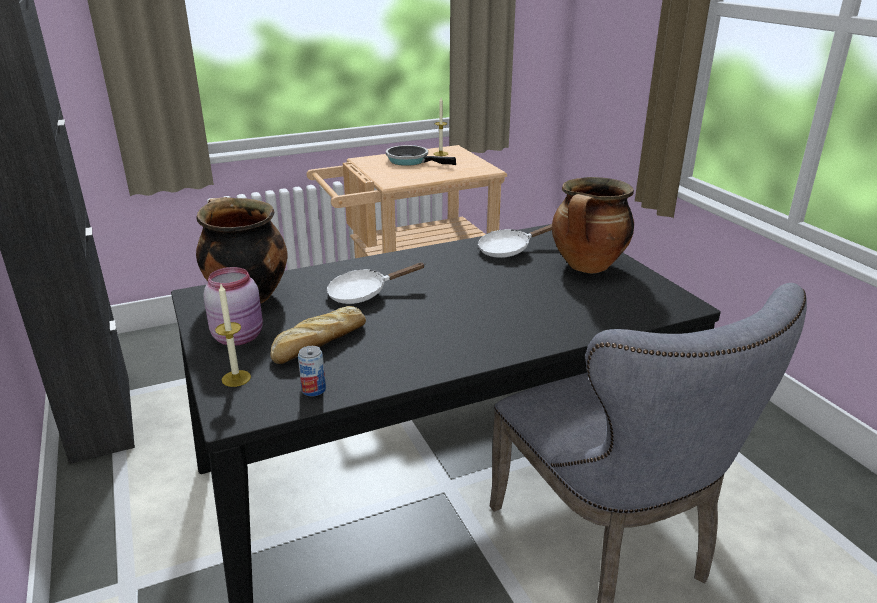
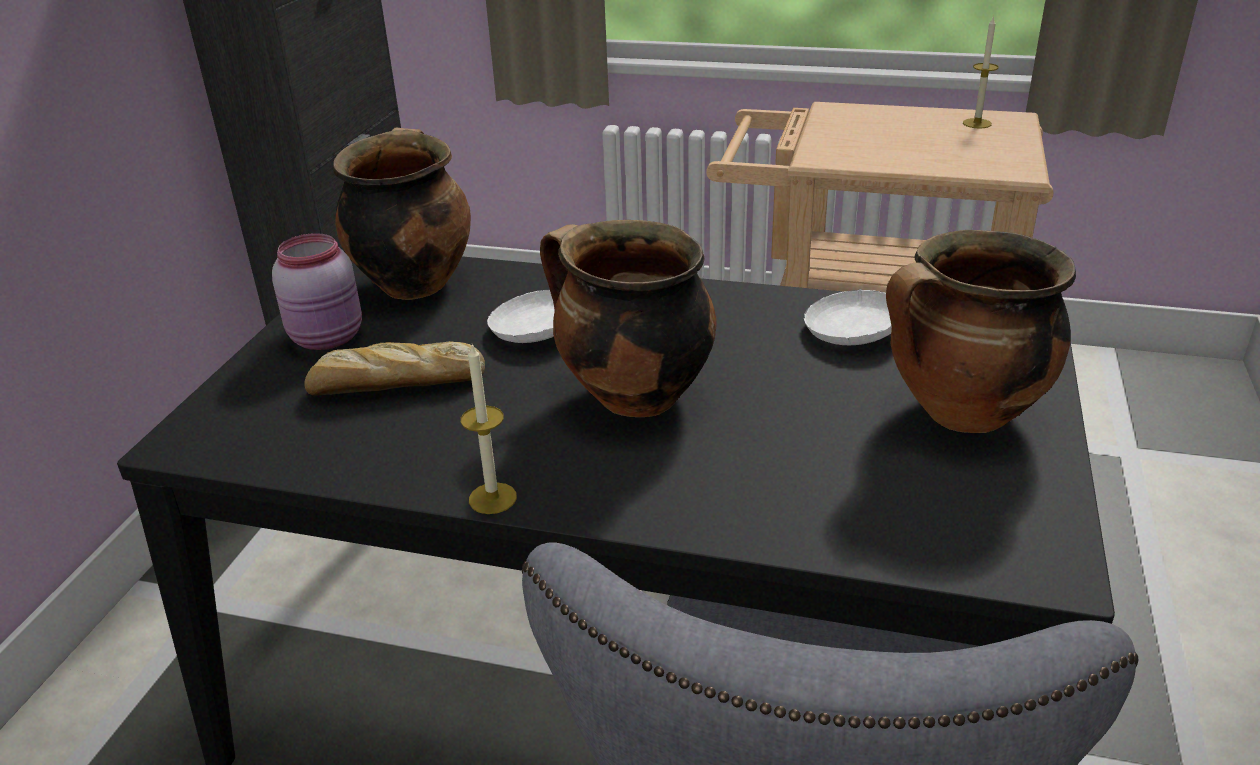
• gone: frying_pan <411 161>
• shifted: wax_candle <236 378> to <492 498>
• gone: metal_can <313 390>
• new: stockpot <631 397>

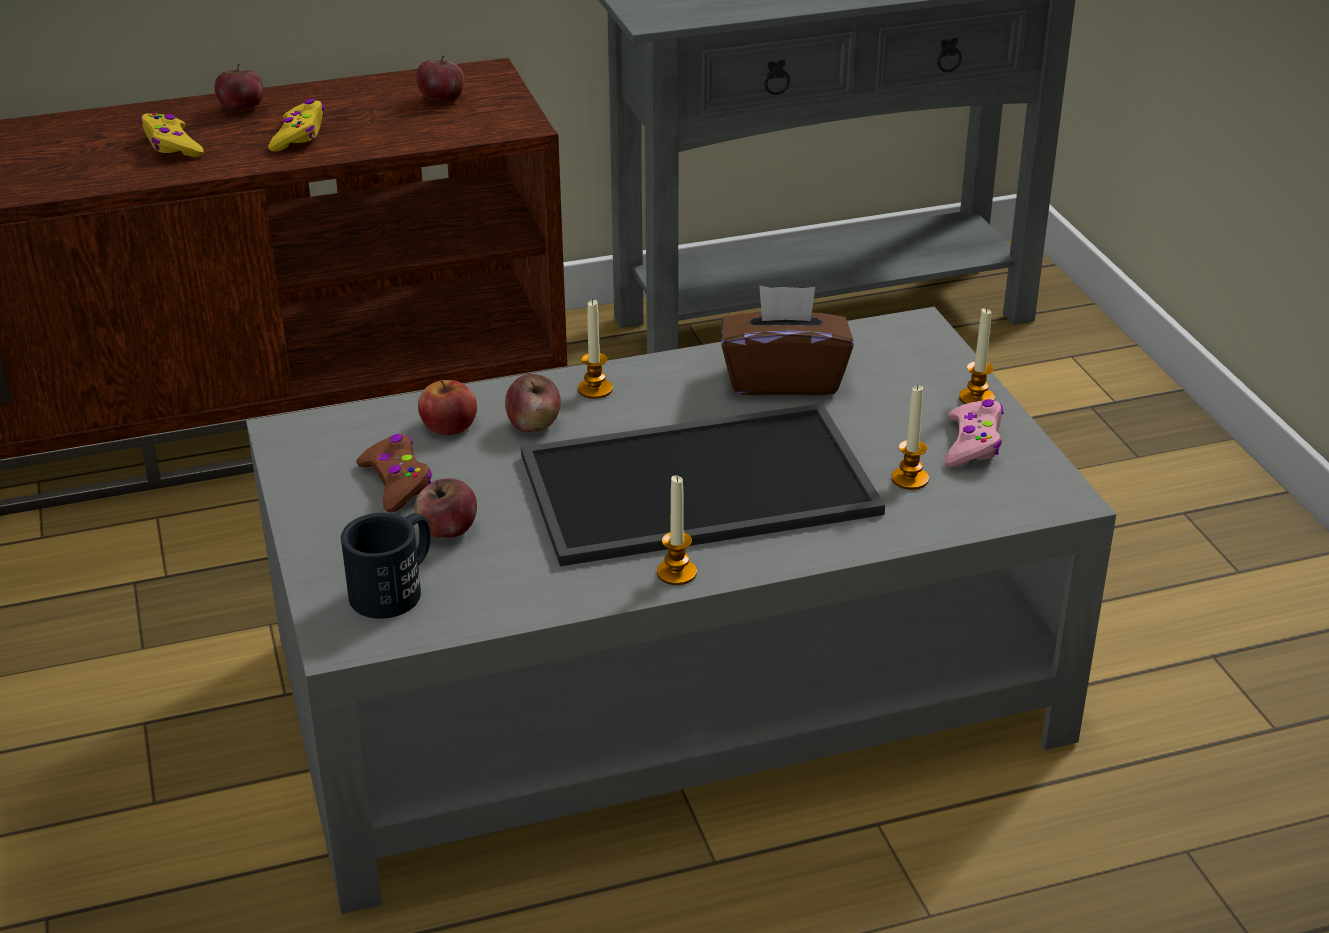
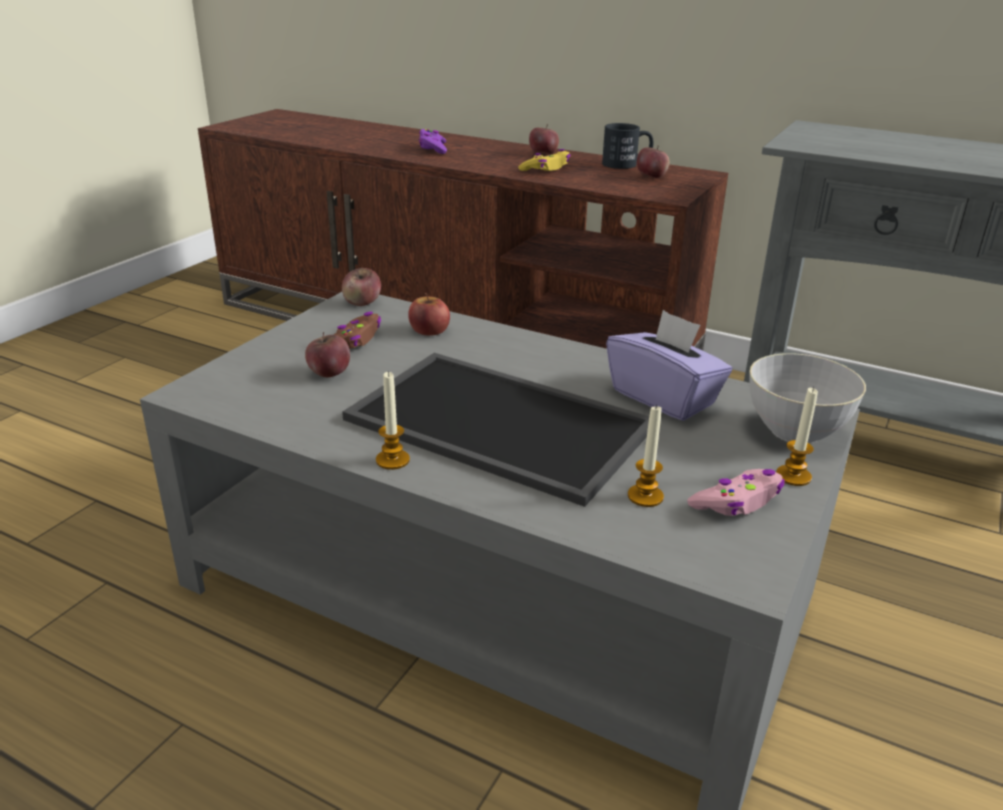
• gone: yellow-coloured_joypad <172 145>
• repainted: brownish_tissue_box <783 379> to purple_tissue_box <664 397>
• gone: wax_candle <595 389>
• shifted: apple <534 424> to <362 303>
• shifted: blackish_coffee_mug <396 587> to <626 164>
• new: purple_joypad <432 148>
• new: gray_bowl <795 430>

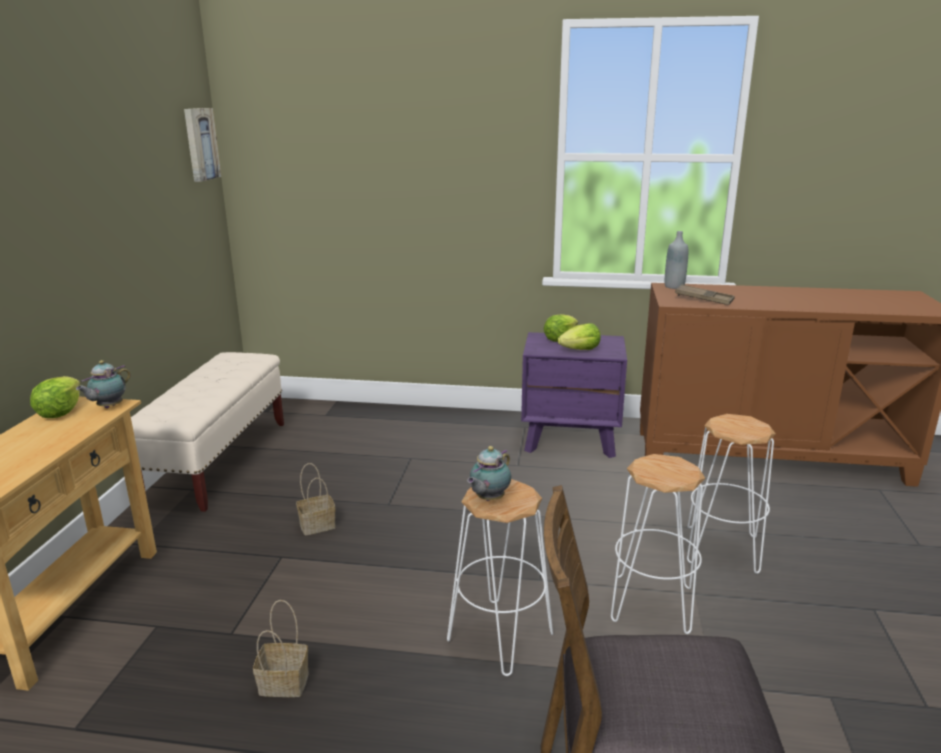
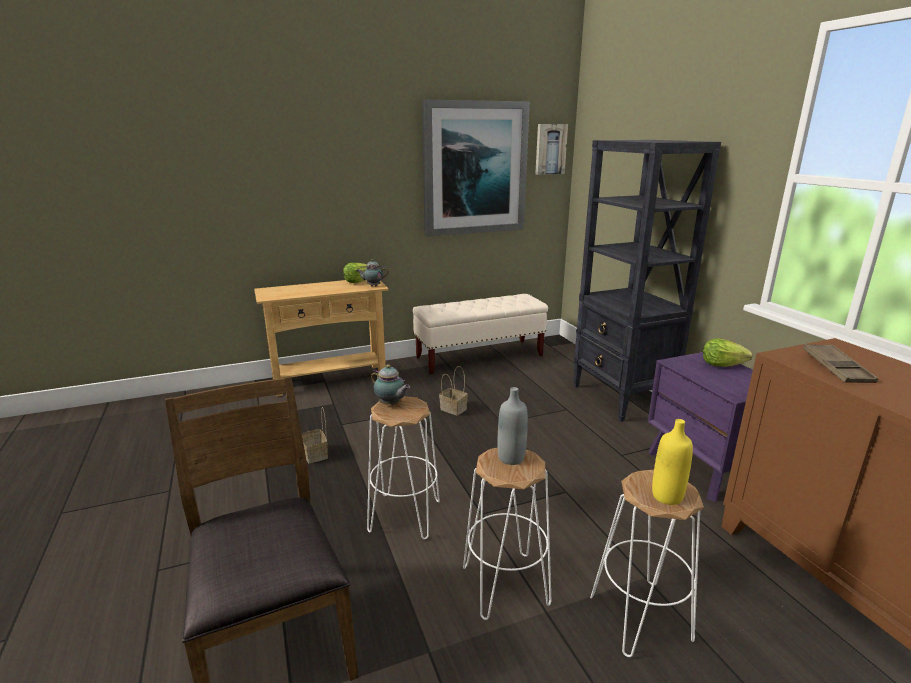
• shifted: gray_beverage_bottle <674 286> to <511 458>
• gone: head_of_lettuce <580 350>
• rotated: pot_for_tea <488 499> = <391 404> 150 degrees counterclockwise
• new: picture <474 168>
• new: blackish_bookcase <621 398>
• new: yellow-coloured_beverage_bottle <667 496>

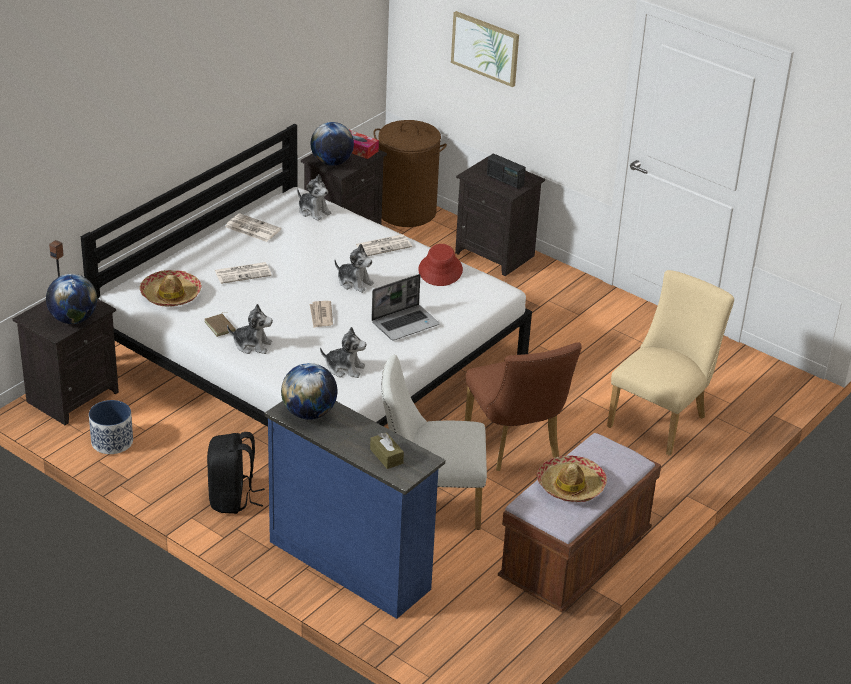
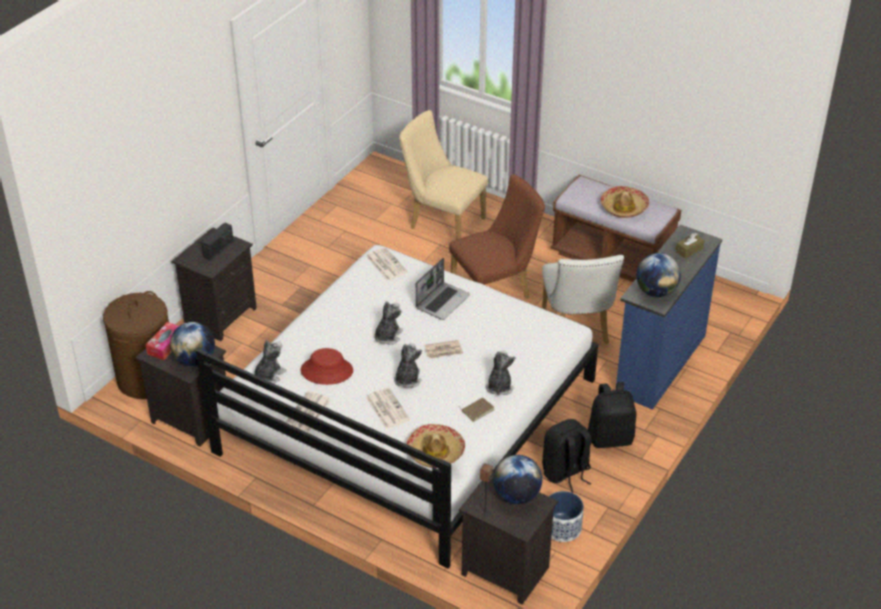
• gone: picture <485 48>
• shifted: daily_paper <384 245> to <386 264>
• shifted: reddish_clothing_hat <440 270> to <327 370>
• rotated: portable_computer <405 323> = <442 301> 75 degrees clockwise
• shifted: soft_toy <344 368> to <407 379>
• new: blackish_backpack <566 473>

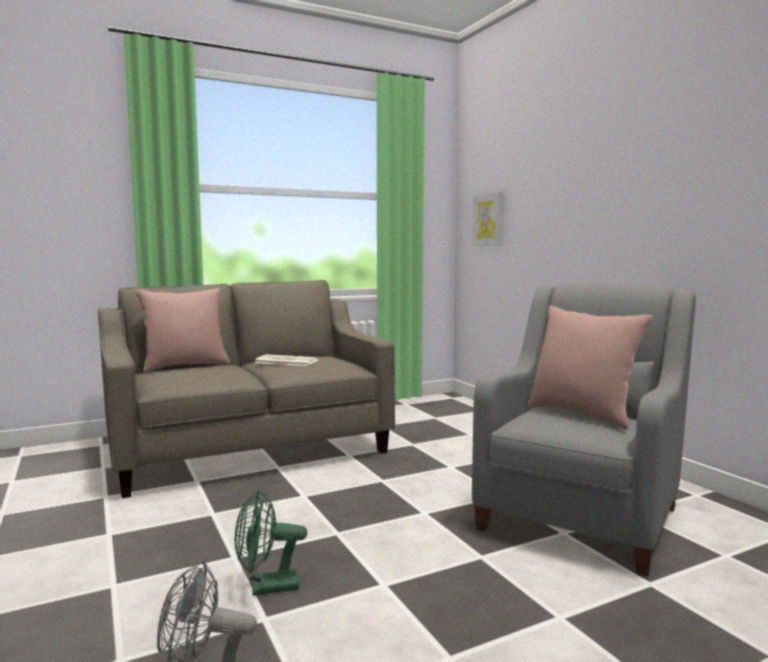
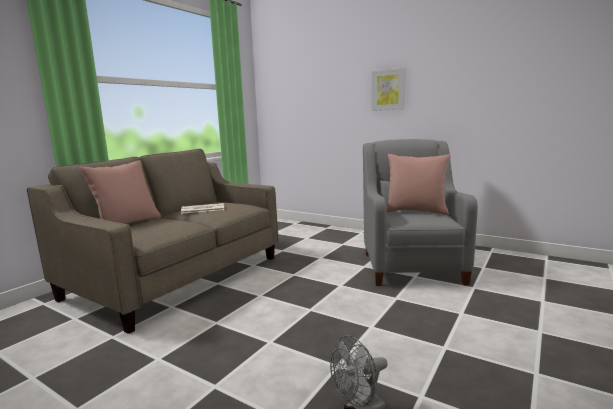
• shifted: picture <488 219> to <388 90>
• gone: green_fan <266 587>

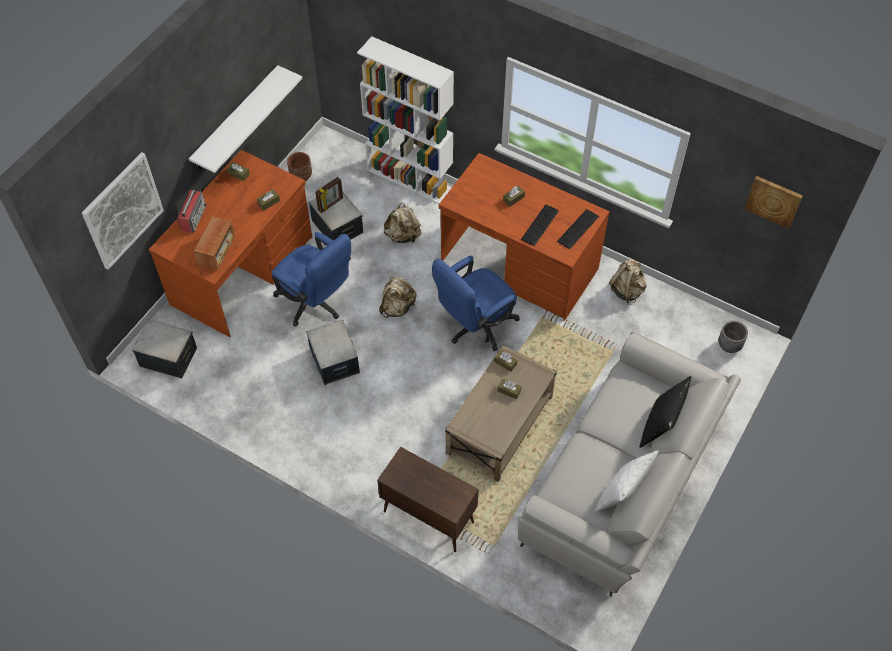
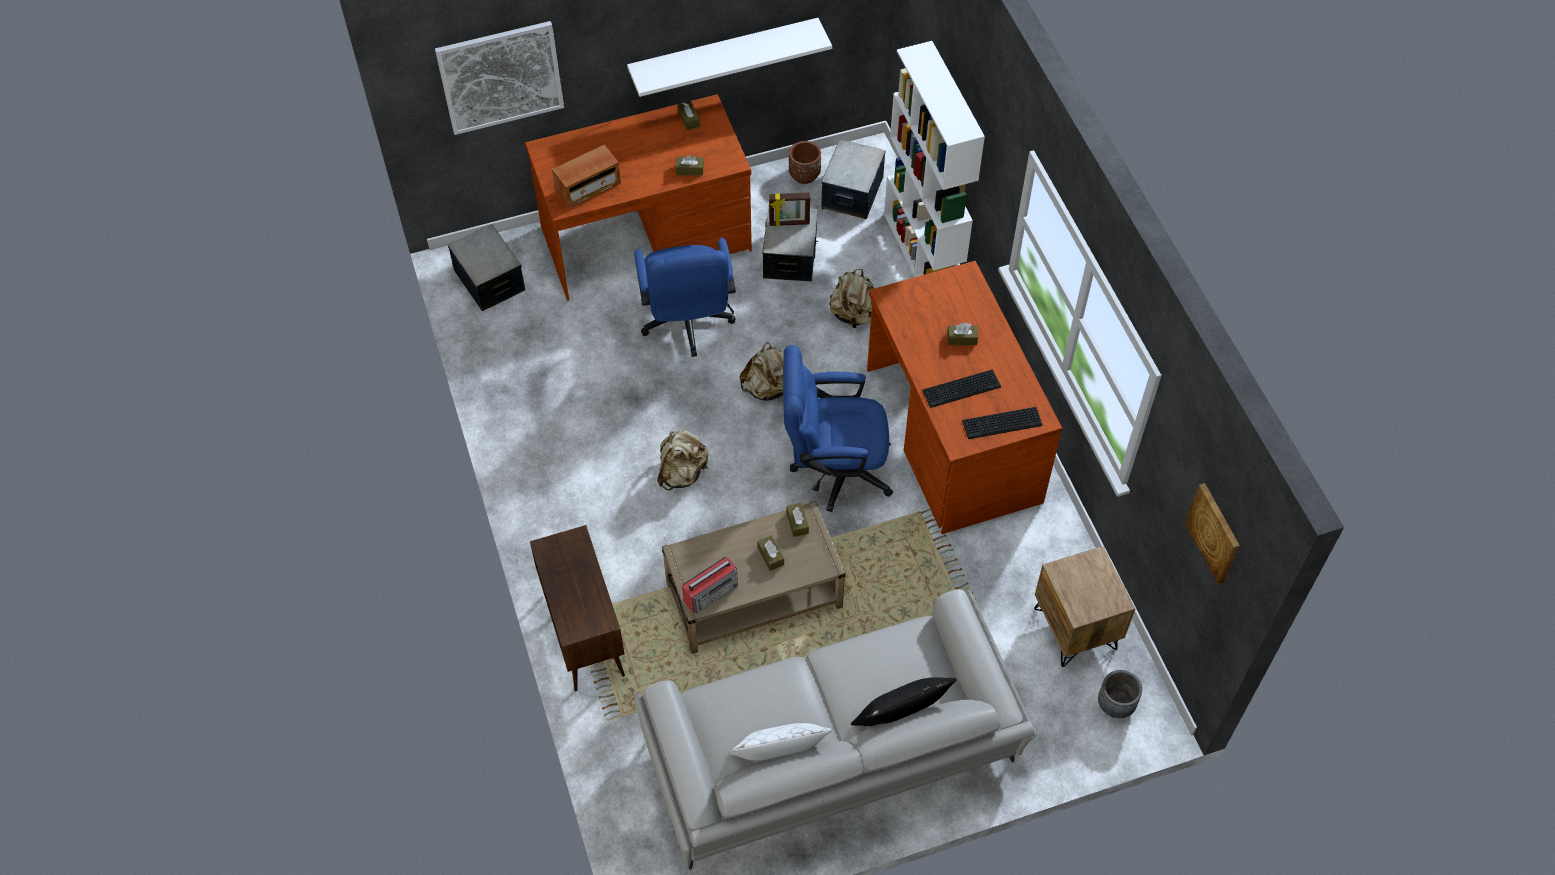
• shifted: radio_receiver <194 217> to <711 592>
• shifted: beige-coloured_backpack <627 290> to <682 473>
• shifted: storage_box <334 361> to <851 193>
• new: brownish_bedside_table <1076 628>

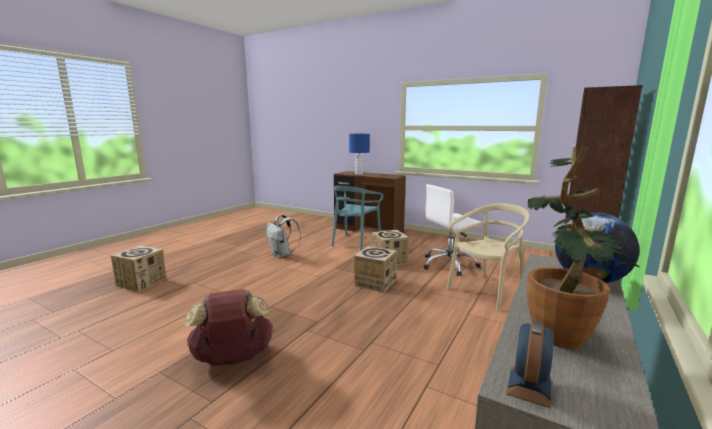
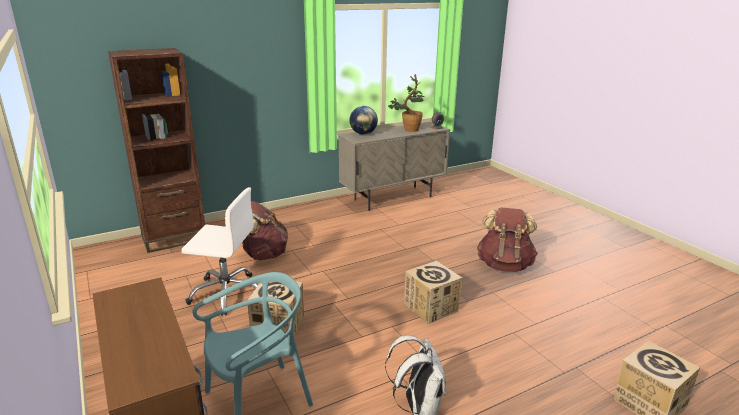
• gone: blue-coloured_lamp_for_a_table <359 173>
• swapped: beige-coloured_upright_chair <487 291> to brownish_backpack <262 254>
• shifted: cardboard_box <375 283> to <431 307>

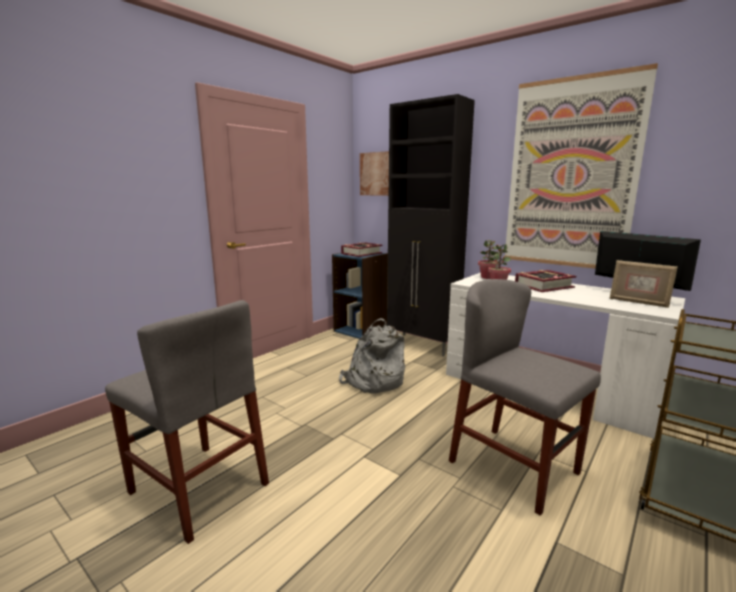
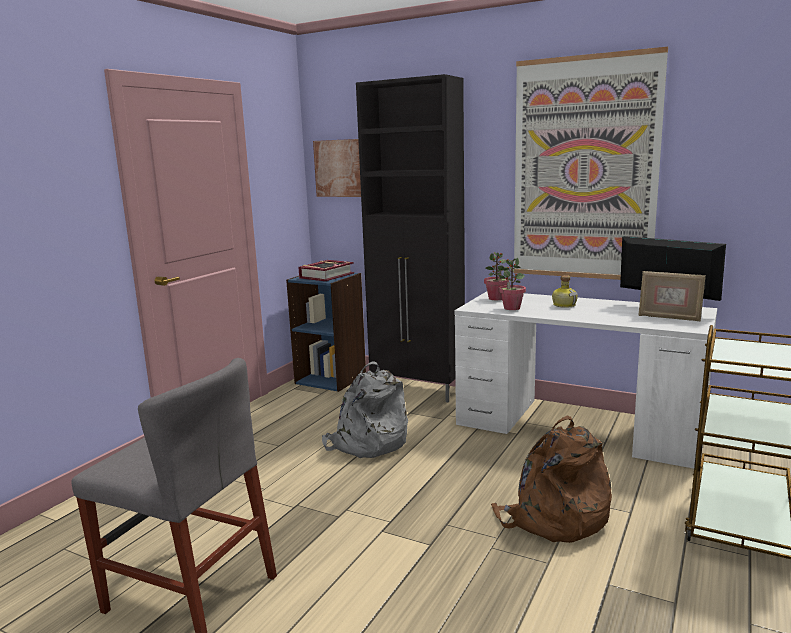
• swapped: bound_book <543 286> to beverage_bottle <564 305>
• swapped: gray_upright_chair <513 467> to brownish_backpack <553 518>

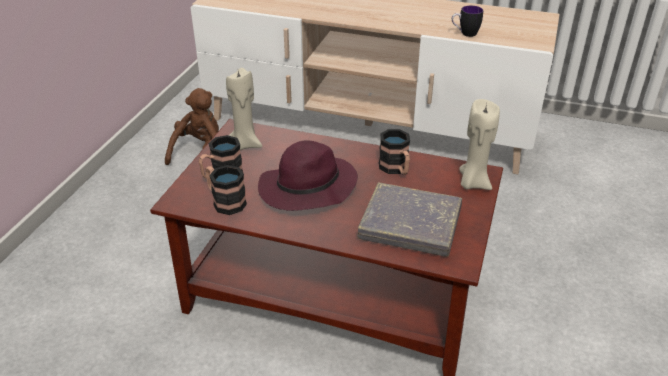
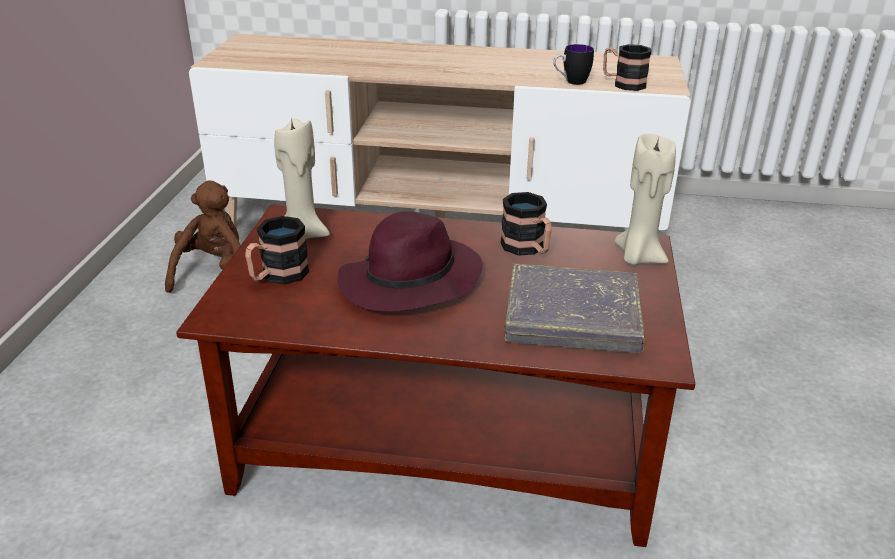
• shifted: coffee_mug <225 201> to <623 84>

